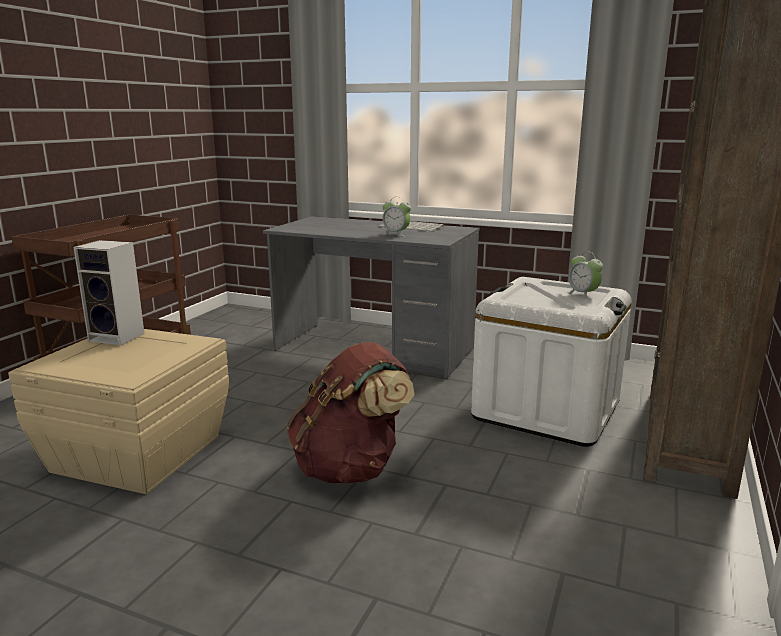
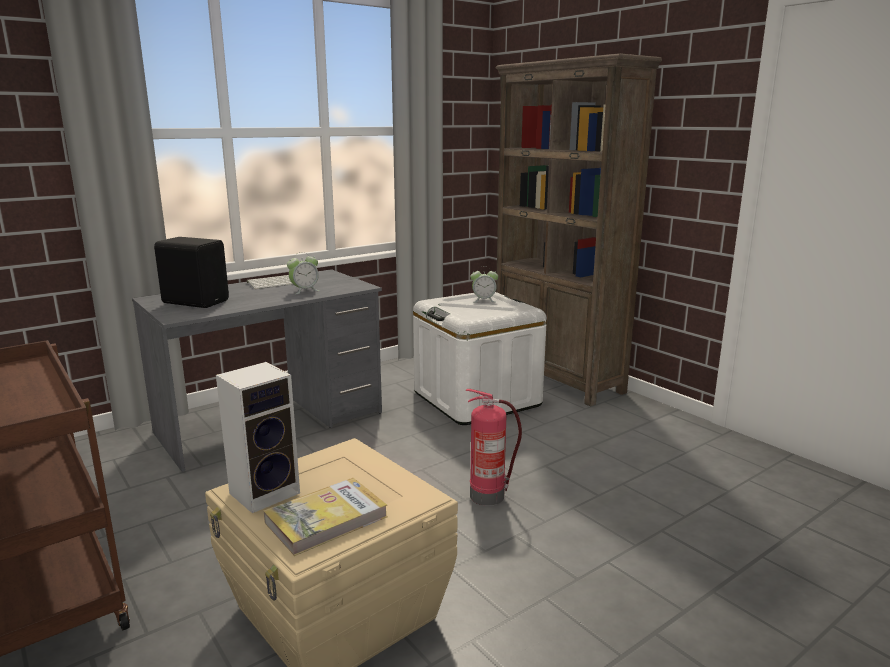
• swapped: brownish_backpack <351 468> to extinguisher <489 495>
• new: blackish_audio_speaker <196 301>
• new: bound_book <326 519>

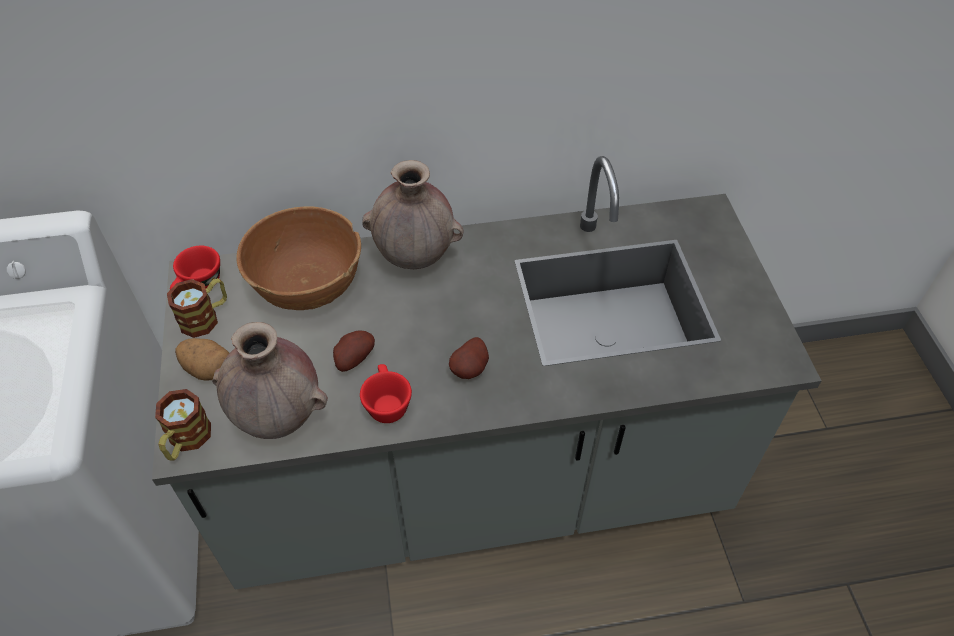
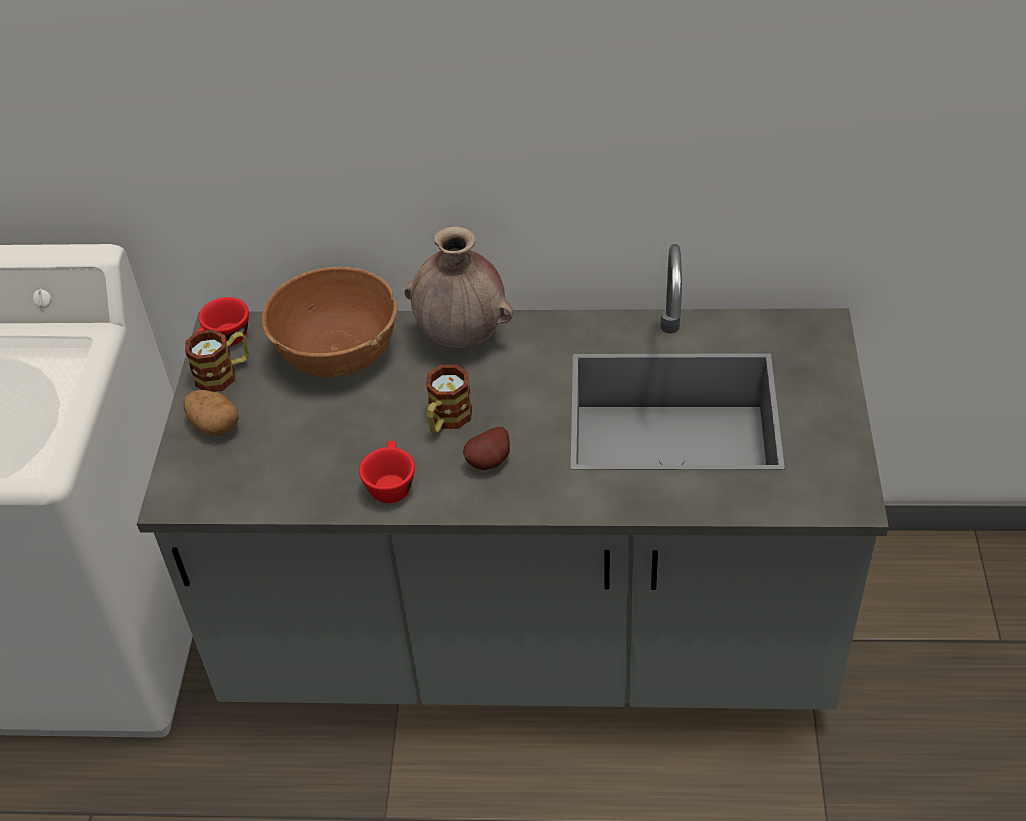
• gone: brownish_flower_vase <279 417>
• gone: whole_potato <353 359>
• shifted: coffee_mug <186 441> to <447 420>

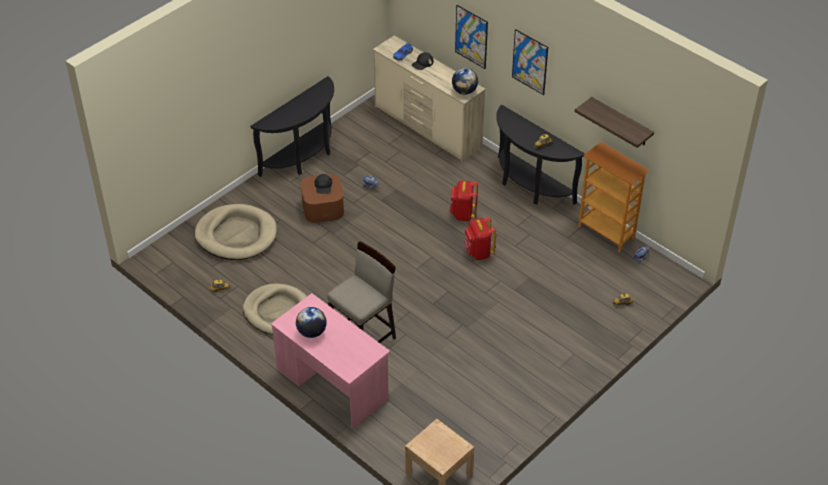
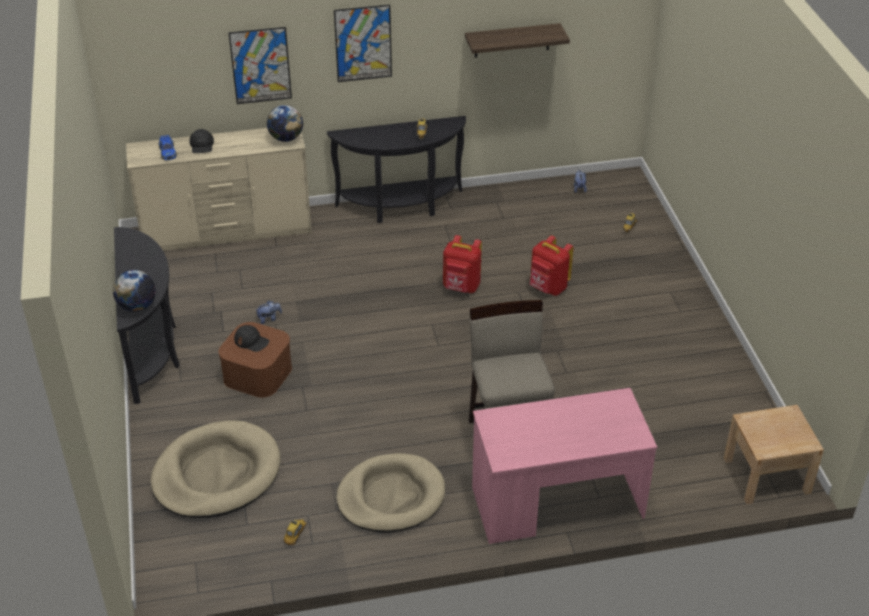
• gone: bookcase <607 232>
• shifted: reddish_backpack <463 214> to <548 288>
• shifted: globe <312 332> to <137 306>

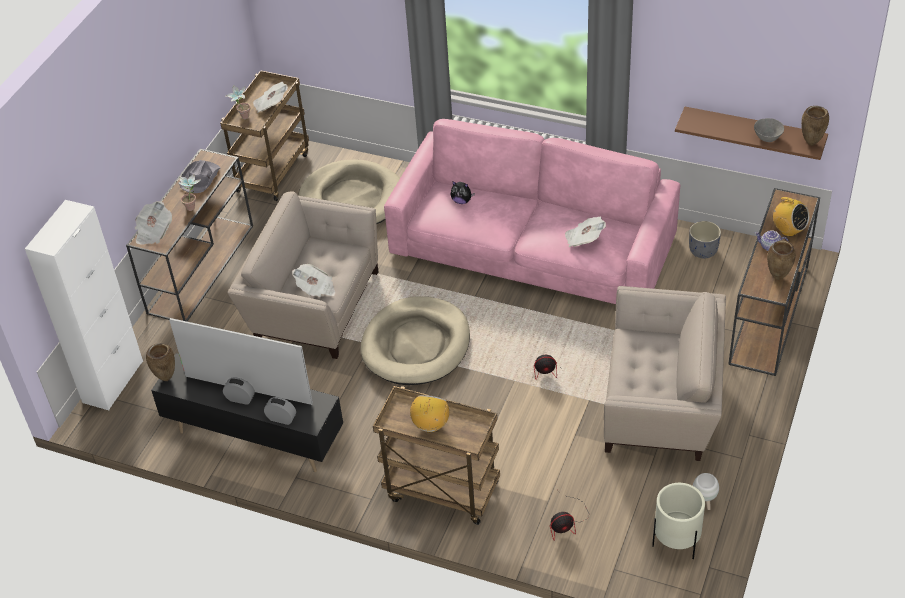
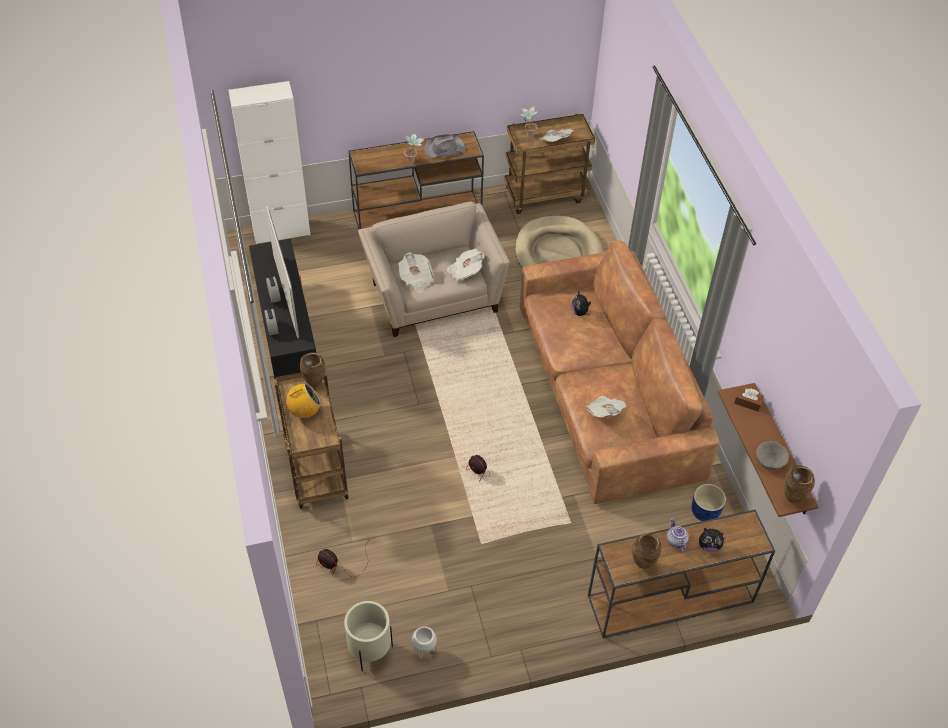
• repainted: pink-coloured_settee <532 246> to brownish_settee <606 391>
• swapped: radio_receiver <788 230> to soft_toy <709 545>
• shifted: daily_paper <153 232> to <465 271>
• repainted: gray_flower_pot <703 250> to blue-coloured_flower_pot <705 512>
• gone: beige-coloured_armchair <662 405>
• gone: beige-coloured_pet_bed <416 345>
• shifted: brownish_flower_vase <166 378> to <315 384>
• new: brownish_tissue_box <748 402>

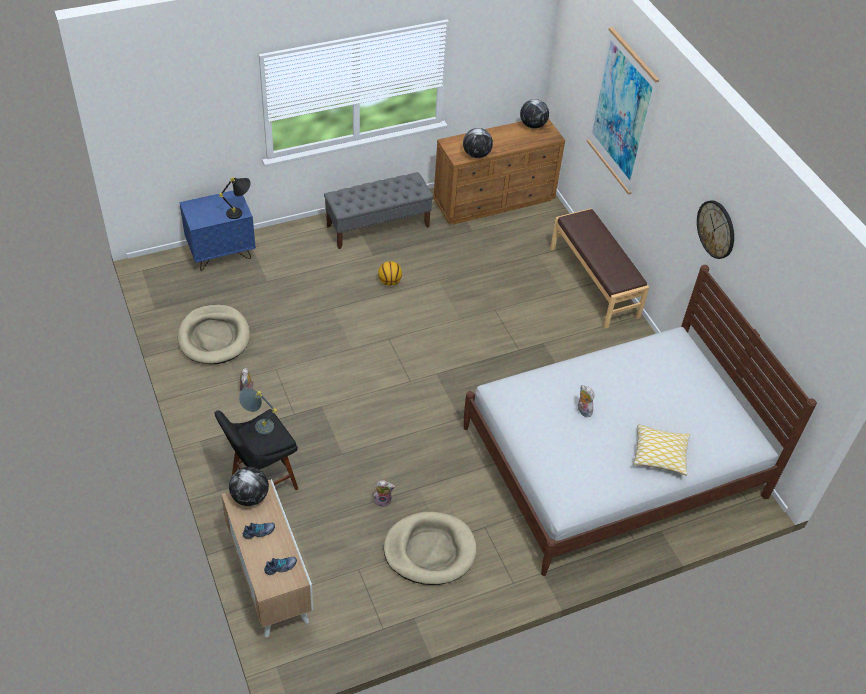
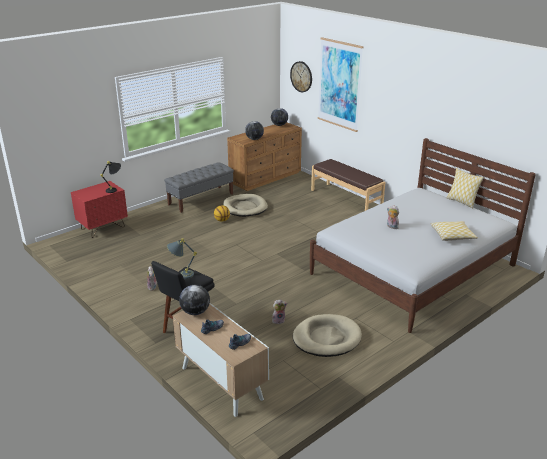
• repainted: blue-coloured_bedside_table <221 253> to reddish_bedside_table <103 228>
• shifted: wall_clock <716 229> to <301 76>
• shifted: beige-coloured_pet_bed <214 337> to <245 207>
• new: pillow <461 202>

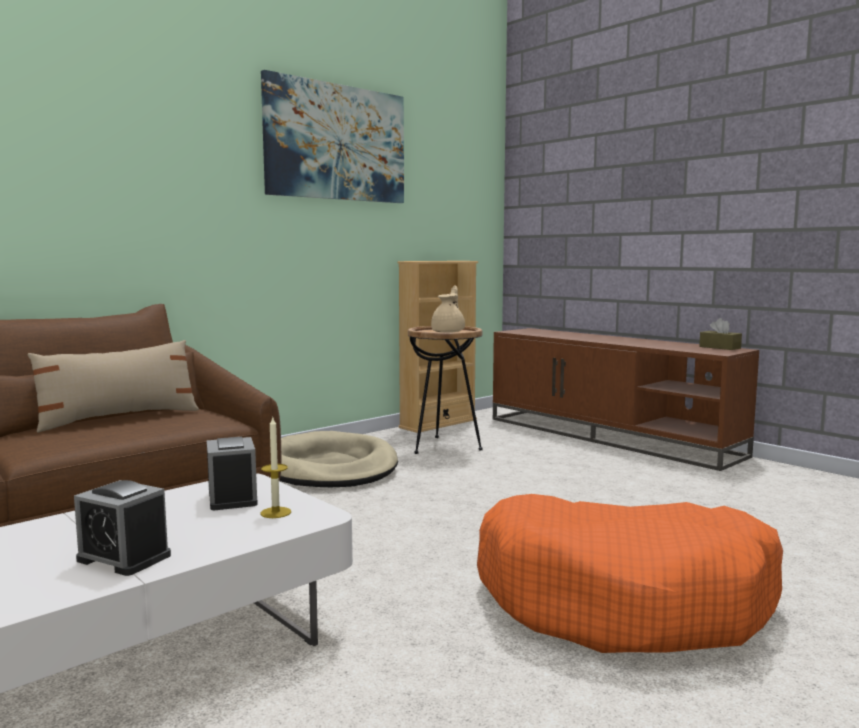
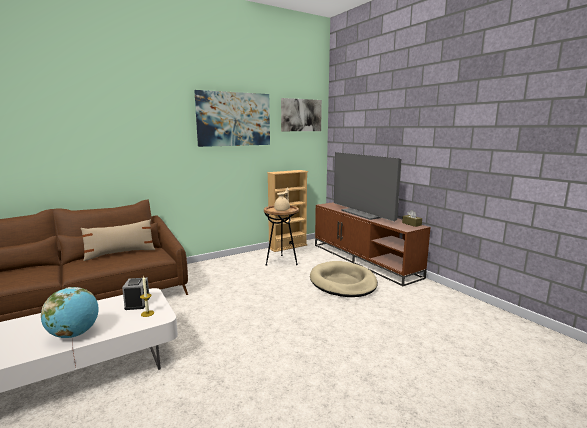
• shifted: beige-coloured_pet_bed <329 467> to <343 282>
• swapped: table_clock <124 558> to globe <74 334>
• gone: orange_pet_bed <624 601>
• new: picture <301 115>
• new: TV_set <363 213>

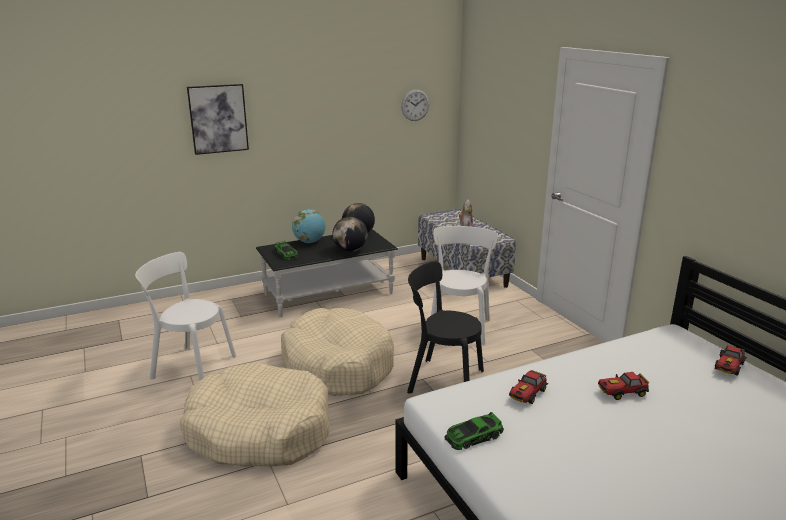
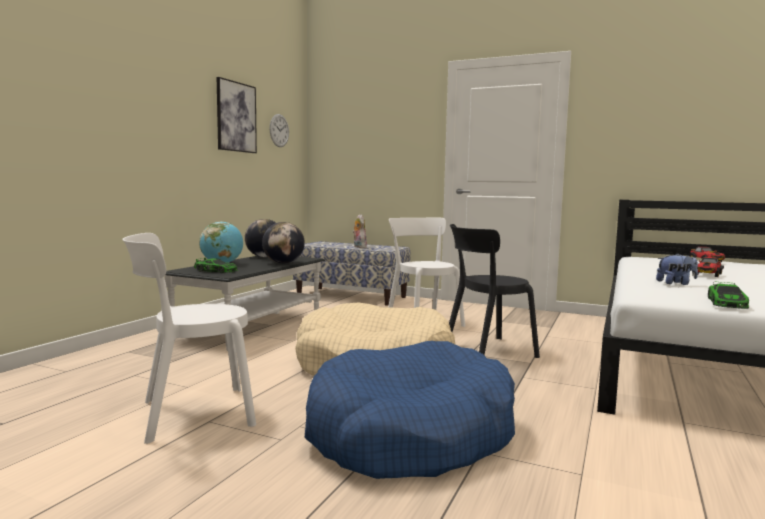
• shifted: picture <218 119> to <236 117>
• repainted: beige-coloured_pet_bed <259 430> to blue-coloured_pet_bed <410 433>
• swapped: miniature_car <527 394> to soft_toy <676 283>

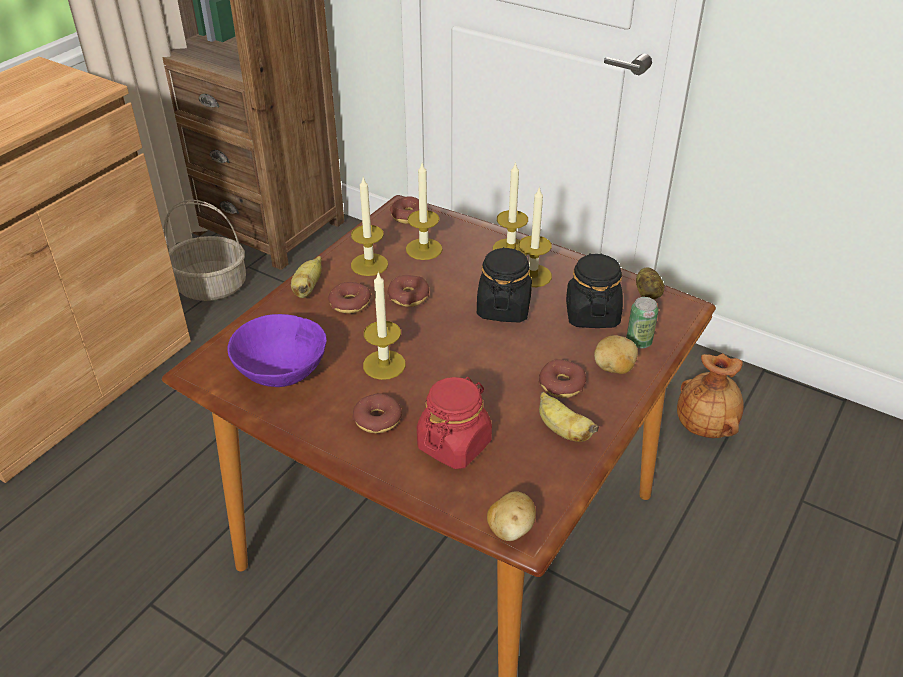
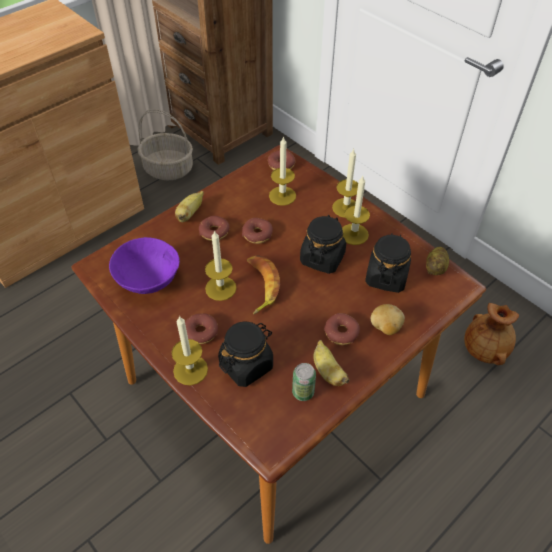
• shifted: wax_candle <369 264> to <190 370>
• shifted: metal_can <638 342> to <303 392>
• repainted: reddish_storage_jar <454 444> to blackish_storage_jar <246 365>
• gone: whole_potato <510 529>
• new: whole_banana <260 286>

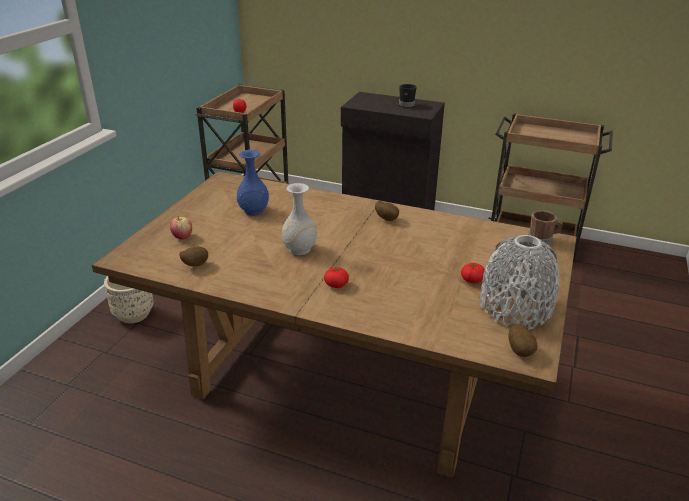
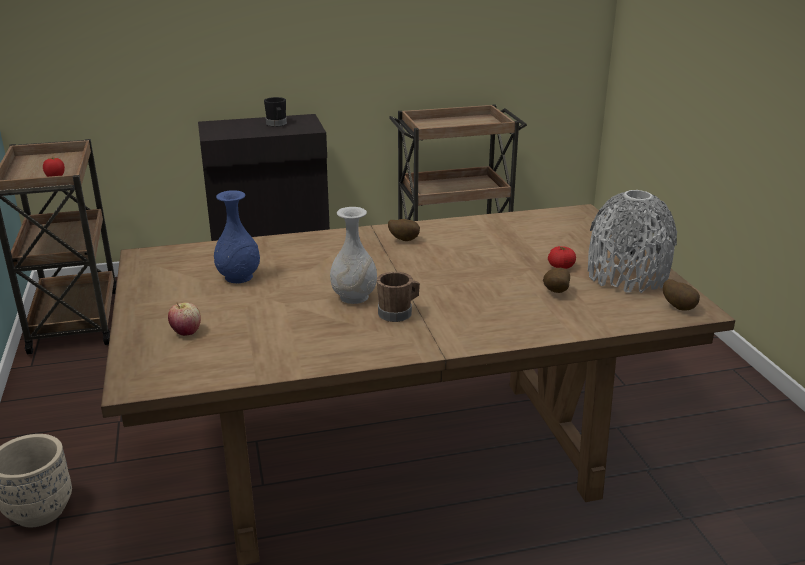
• shifted: brownish_coffee_mug <542 240> to <398 313>
• shifted: whole_potato <194 265> to <555 292>
• gone: fresh_tomato <336 285>

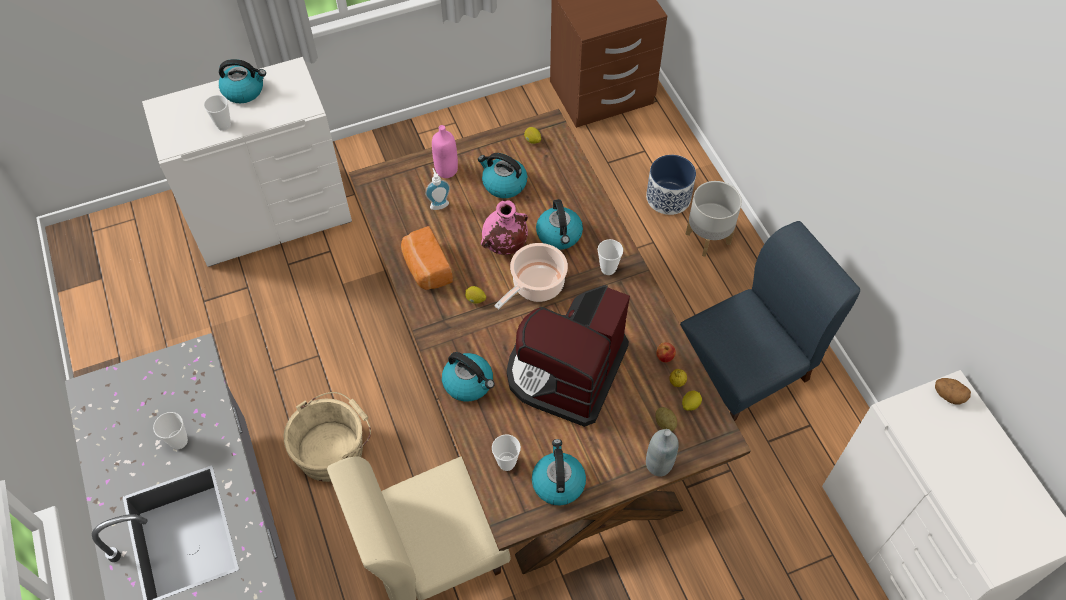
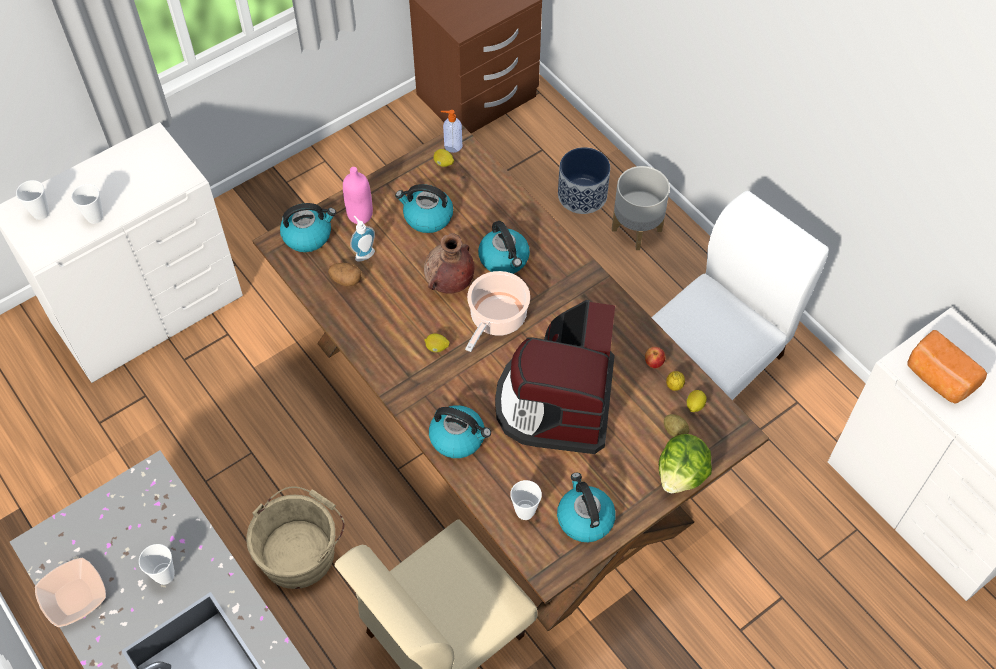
• shifted: water_kettle <244 90> to <308 235>
• repainted: pink-coloured_flower_vase <504 245> to brownish_flower_vase <449 283>
• repainted: blue-coloured_upright_chair <746 368> to whitish_upright_chair <716 359>
• shifted: bread <426 268> to <938 378>
• shifted: drinking_cup <608 269> to <41 213>
• shifted: whole_potato <948 395> to <346 280>
• swapped: gray_beverage_bottle <658 465> to head_of_lettuce <681 475>
• new: soap_dispenser <452 146>
• new: bowl <74 597>

